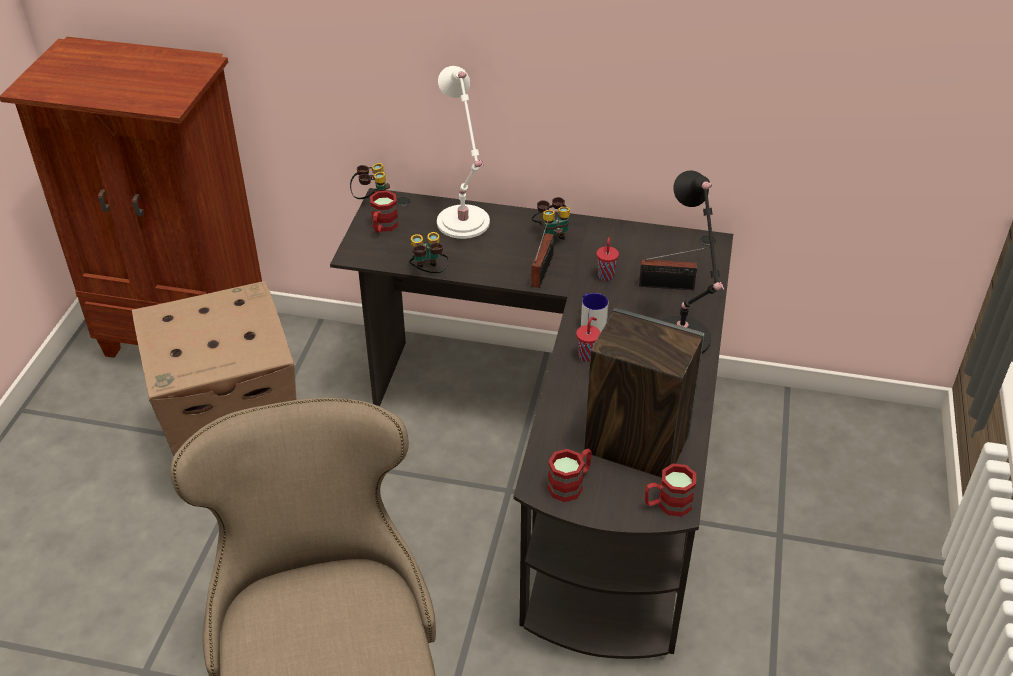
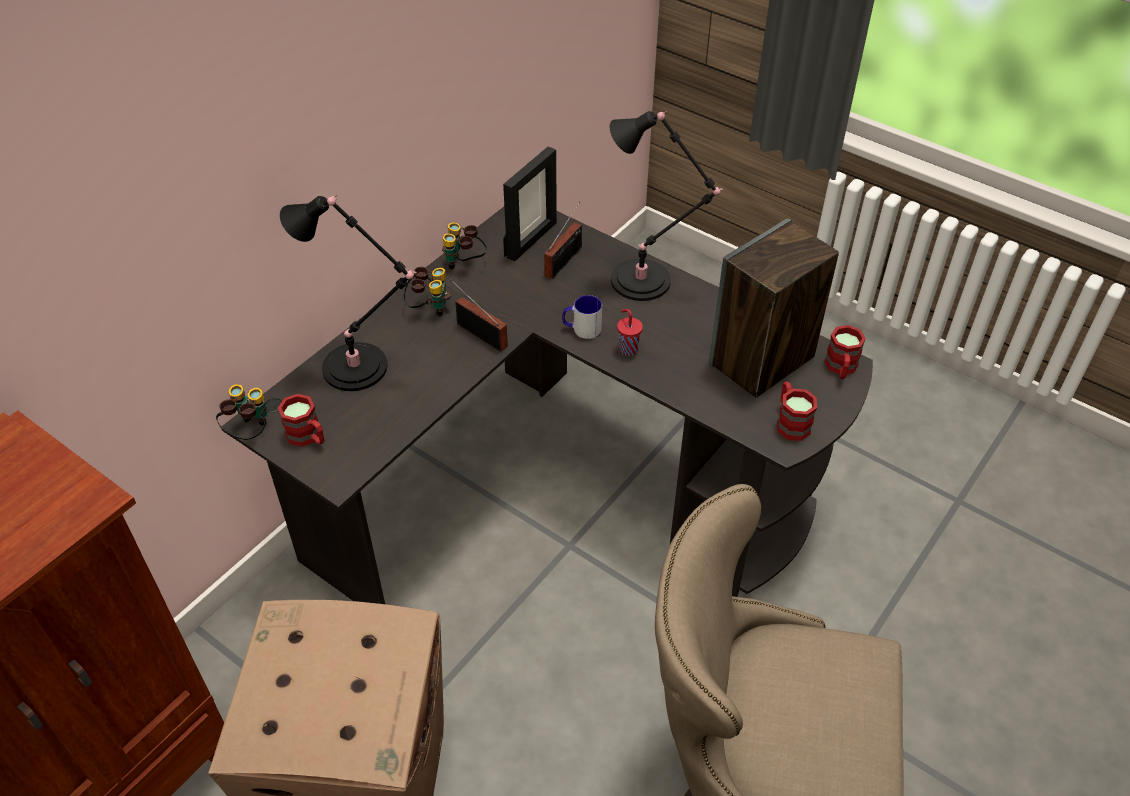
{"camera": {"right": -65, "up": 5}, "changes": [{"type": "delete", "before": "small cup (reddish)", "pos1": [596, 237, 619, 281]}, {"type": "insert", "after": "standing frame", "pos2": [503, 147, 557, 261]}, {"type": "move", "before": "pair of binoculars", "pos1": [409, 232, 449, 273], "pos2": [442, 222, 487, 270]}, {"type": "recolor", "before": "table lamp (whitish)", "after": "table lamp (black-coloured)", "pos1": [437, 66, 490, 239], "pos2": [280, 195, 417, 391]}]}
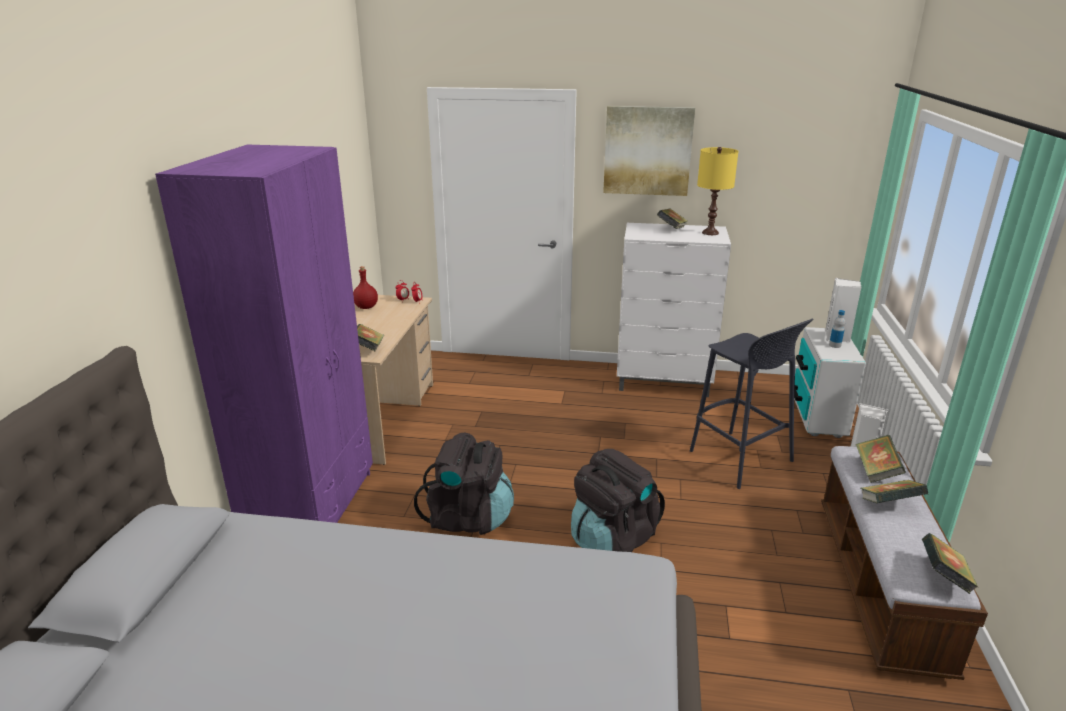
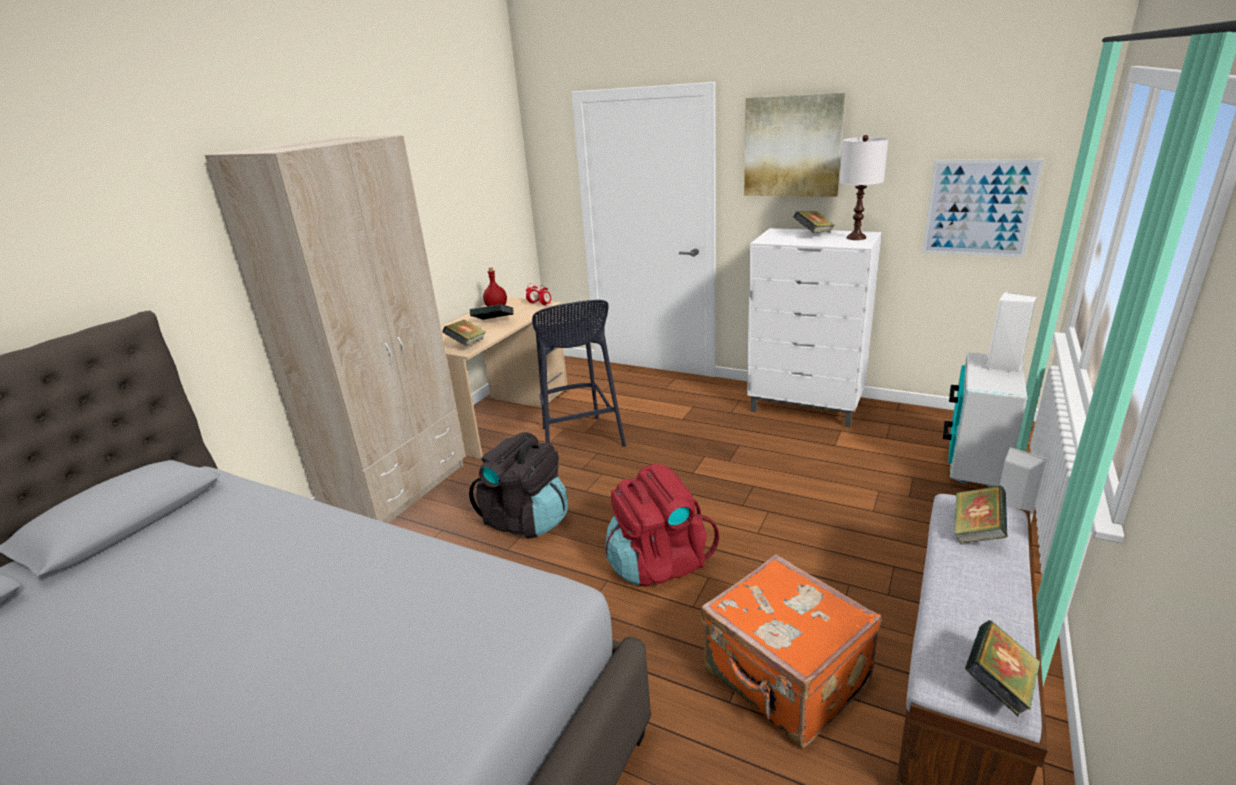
{"camera": {"right": 20, "up": 0}, "changes": [{"type": "delete", "before": "drink bottle", "pos1": [829, 310, 845, 348]}, {"type": "insert", "after": "suitcase (orange-coloured)", "pos2": [701, 554, 881, 748]}, {"type": "insert", "after": "wall picture", "pos2": [922, 159, 1044, 258]}, {"type": "move", "before": "stool seat (grey)", "pos1": [690, 318, 814, 489], "pos2": [532, 300, 626, 447]}, {"type": "move", "before": "bound book", "pos1": [861, 480, 928, 503], "pos2": [470, 304, 514, 320]}, {"type": "recolor", "before": "wardrobe (purple-coloured)", "after": "wardrobe (beige-coloured)", "pos1": [155, 145, 373, 523], "pos2": [205, 135, 466, 523]}, {"type": "recolor", "before": "knapsack (black-coloured)", "after": "knapsack (reddish)", "pos1": [571, 449, 665, 552], "pos2": [605, 464, 719, 587]}, {"type": "recolor", "before": "table lamp (yellow-coloured)", "after": "table lamp (whitish)", "pos1": [697, 147, 739, 235], "pos2": [840, 135, 888, 240]}]}
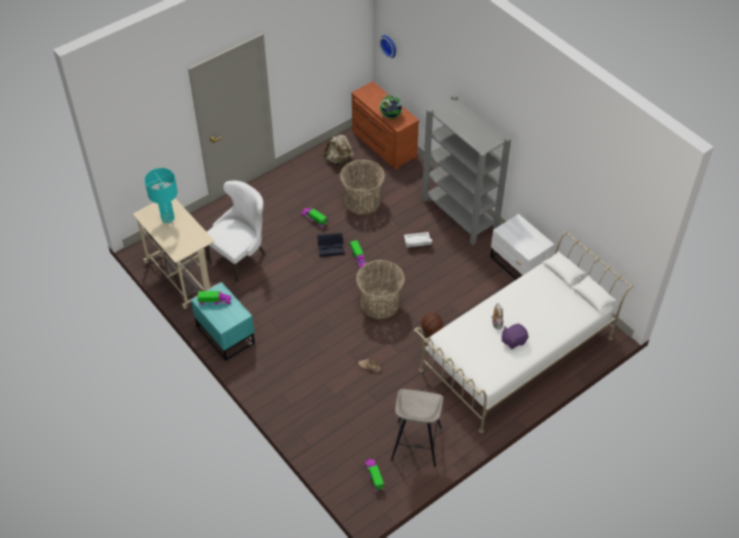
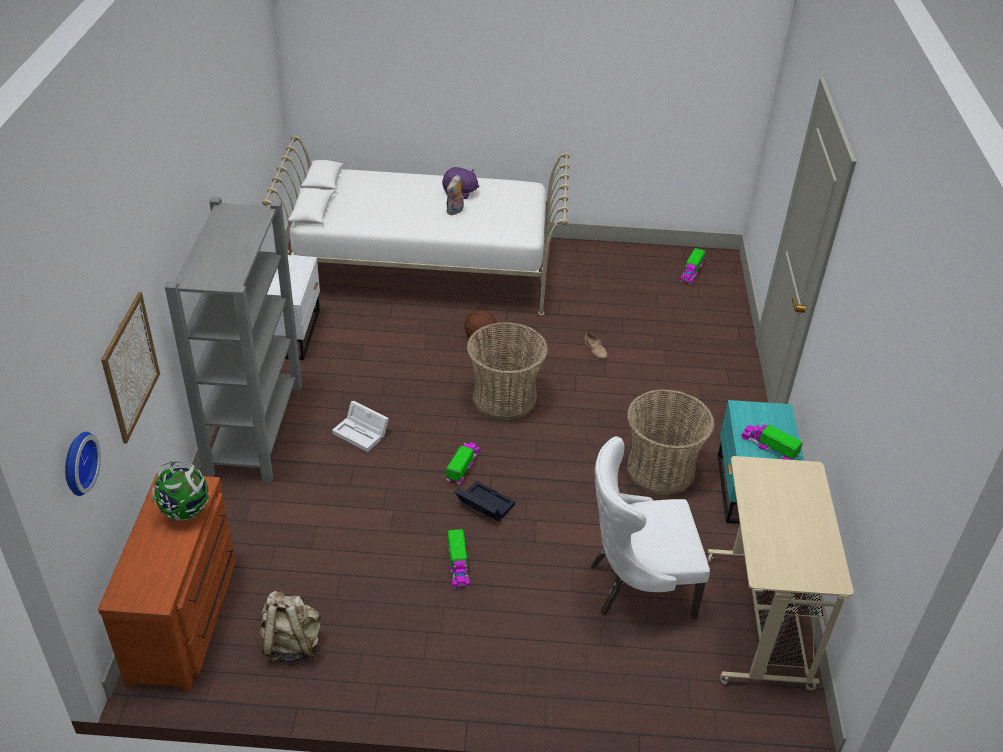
{"camera": {"right": -140, "up": -10}, "changes": [{"type": "delete", "before": "table lamp (turquoise-coloured)", "pos1": [145, 168, 178, 223]}, {"type": "delete", "before": "stool seat (grey)", "pos1": [391, 389, 443, 467]}, {"type": "insert", "after": "wall picture", "pos2": [101, 292, 160, 444]}, {"type": "move", "before": "household basket", "pos1": [340, 159, 385, 215], "pos2": [627, 389, 715, 495]}]}
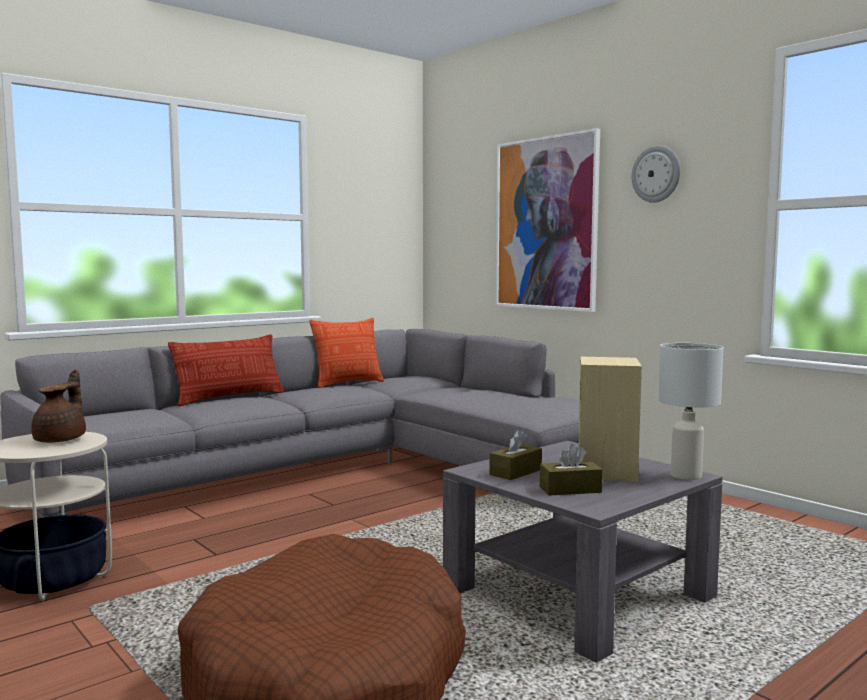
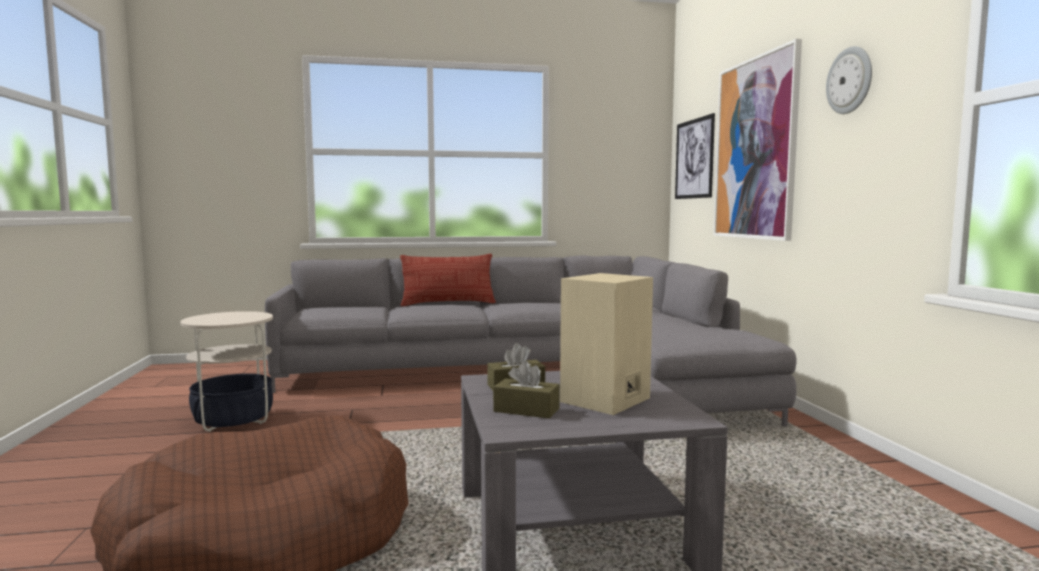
{"camera": {"right": 30, "up": 0}, "changes": [{"type": "delete", "before": "tea pot (brownish)", "pos1": [31, 370, 86, 443]}, {"type": "delete", "before": "pillow (orange-coloured)", "pos1": [309, 318, 384, 388]}, {"type": "delete", "before": "table lamp (whitish)", "pos1": [658, 343, 724, 480]}, {"type": "insert", "after": "wall picture", "pos2": [675, 113, 715, 199]}]}
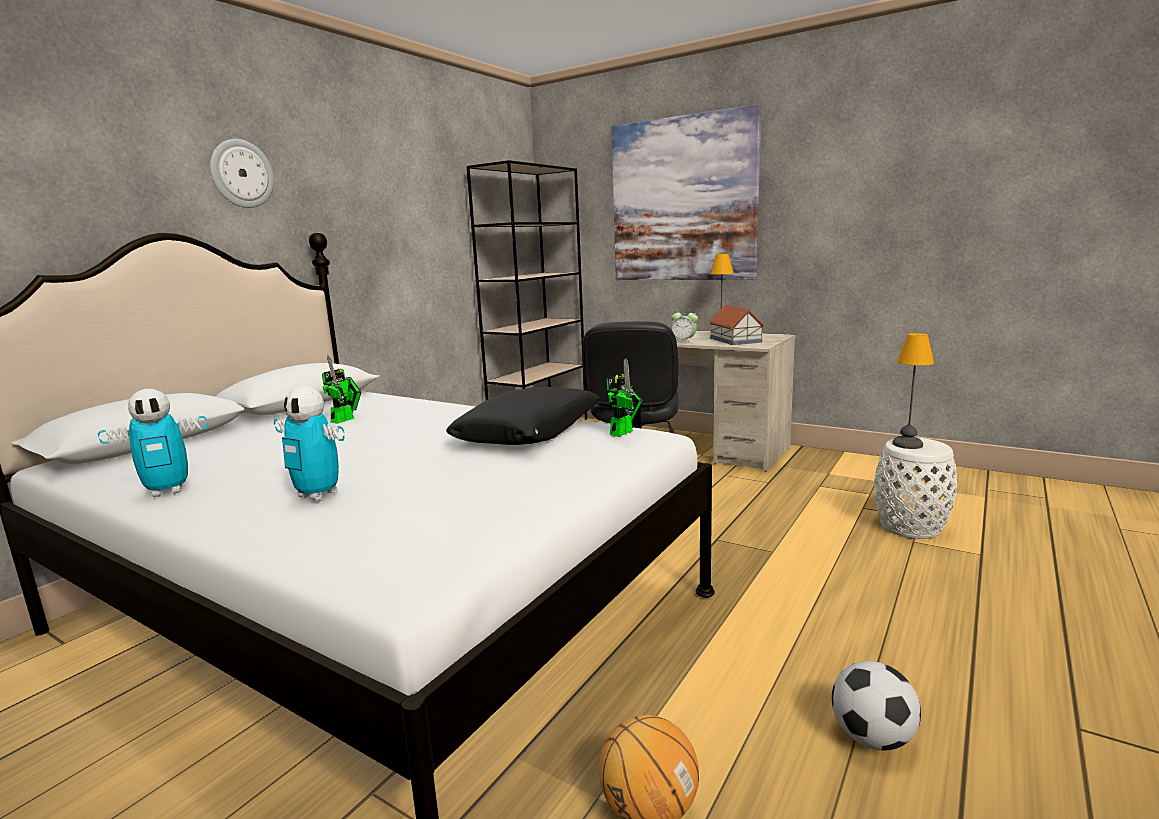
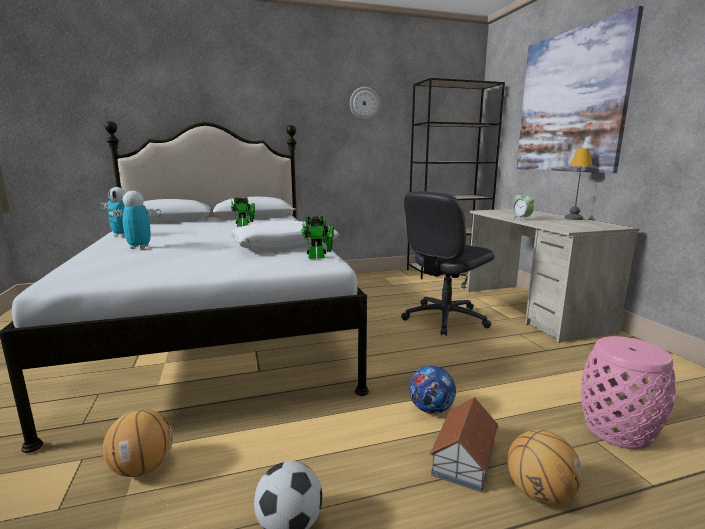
{"camera": {"right": 40, "up": 0}, "changes": [{"type": "delete", "before": "table lamp", "pos1": [892, 333, 934, 449]}, {"type": "insert", "after": "ball for football", "pos2": [409, 366, 456, 414]}, {"type": "insert", "after": "basketball", "pos2": [508, 430, 582, 505]}, {"type": "move", "before": "wall clock", "pos1": [210, 139, 274, 208], "pos2": [350, 87, 380, 121]}, {"type": "move", "before": "toy house", "pos1": [709, 305, 764, 345], "pos2": [429, 397, 499, 492]}, {"type": "recolor", "before": "pillow (black-coloured)", "after": "pillow (whitish)", "pos1": [446, 387, 600, 445], "pos2": [230, 220, 339, 252]}, {"type": "recolor", "before": "stool seat (whitish)", "after": "stool seat (pink-coloured)", "pos1": [874, 438, 957, 539], "pos2": [581, 336, 676, 449]}, {"type": "rotate", "before": "model robot", "pos1": [274, 386, 345, 501], "pos2": [108, 191, 161, 249], "turn": 105}]}
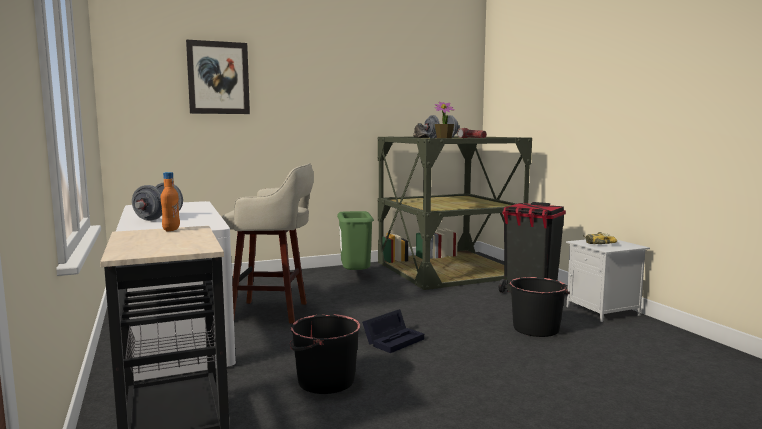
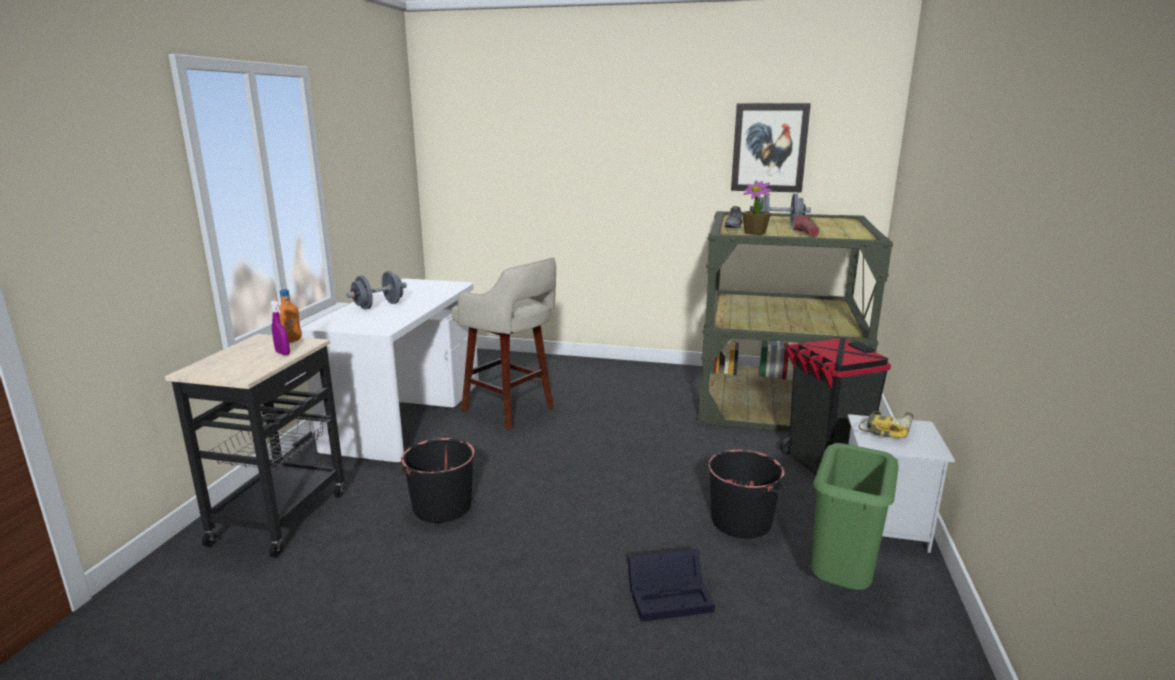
{"camera": {"right": 35, "up": 10}, "changes": [{"type": "insert", "after": "spray bottle (purple-coloured)", "pos2": [271, 301, 290, 355]}, {"type": "move", "before": "wall picture", "pos1": [186, 40, 250, 114], "pos2": [731, 103, 811, 192]}, {"type": "move", "before": "waste bin (green)", "pos1": [337, 211, 374, 270], "pos2": [811, 443, 899, 590]}, {"type": "move", "before": "storage bin (black-coloured)", "pos1": [362, 309, 424, 353], "pos2": [628, 549, 715, 622]}]}
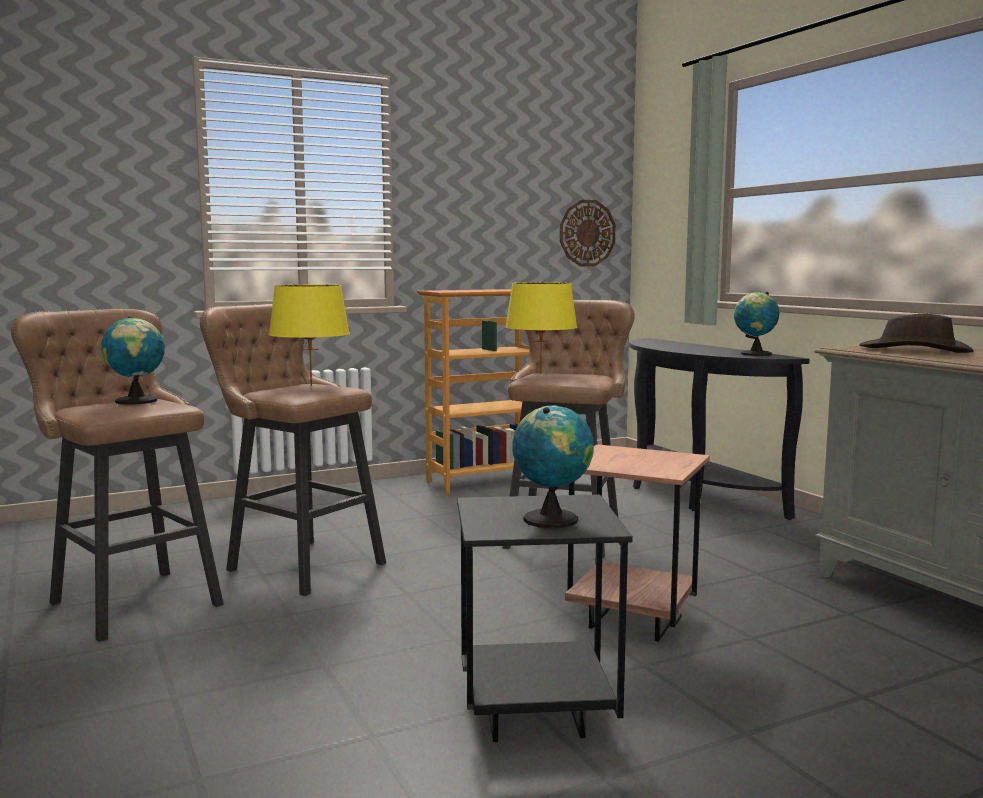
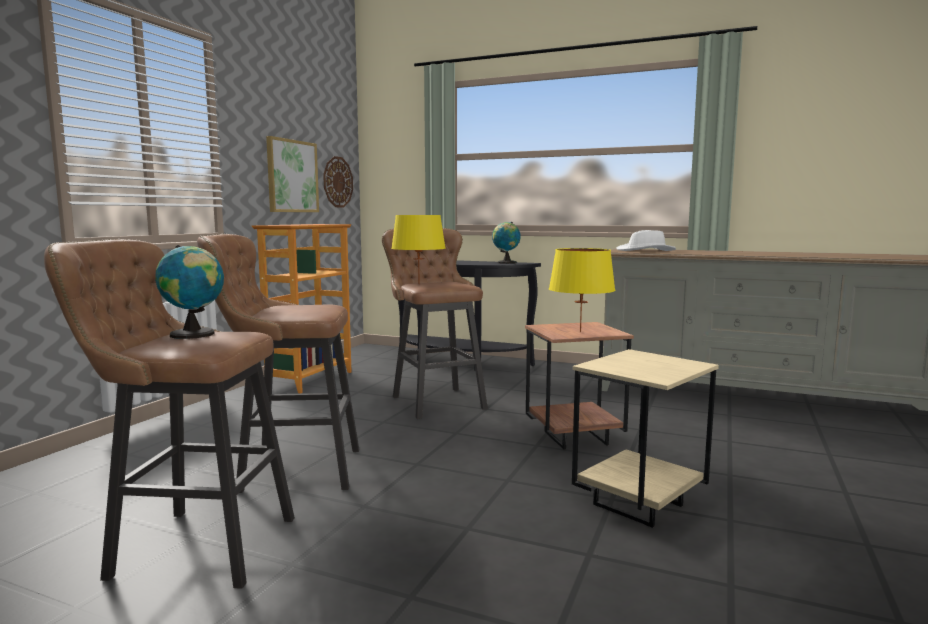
{"camera": {"right": -40, "up": 0}, "changes": [{"type": "delete", "before": "desk globe", "pos1": [512, 405, 594, 529]}, {"type": "insert", "after": "wall picture", "pos2": [266, 136, 319, 212]}, {"type": "move", "before": "table lamp (yellow-coloured)", "pos1": [269, 285, 350, 386], "pos2": [549, 248, 616, 332]}, {"type": "recolor", "before": "accent table (black-coloured)", "after": "accent table (beige-coloured)", "pos1": [457, 494, 633, 742], "pos2": [572, 349, 719, 527]}, {"type": "recolor", "before": "wearable hat (brownish)", "after": "wearable hat (whitish)", "pos1": [859, 314, 974, 353], "pos2": [617, 230, 676, 251]}]}
